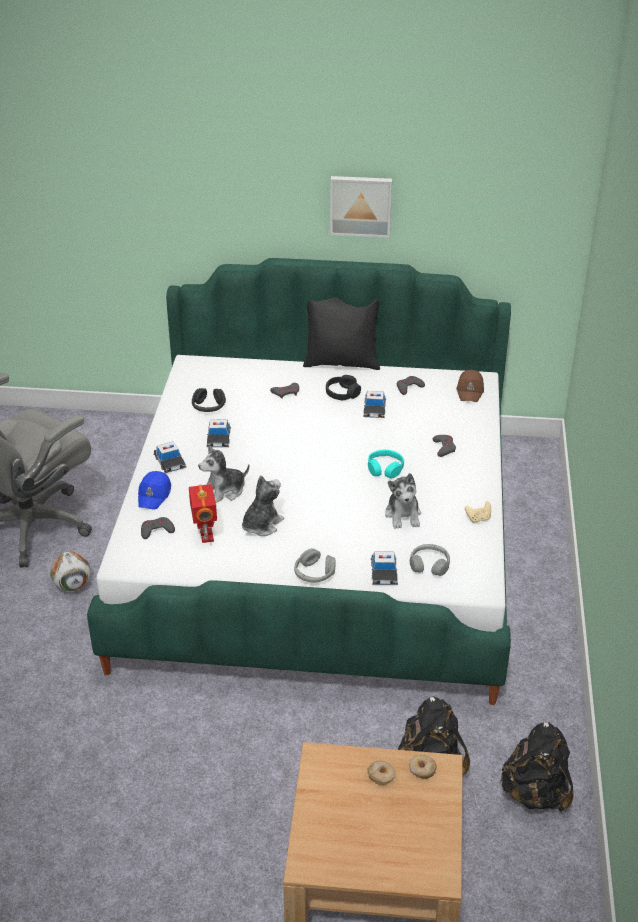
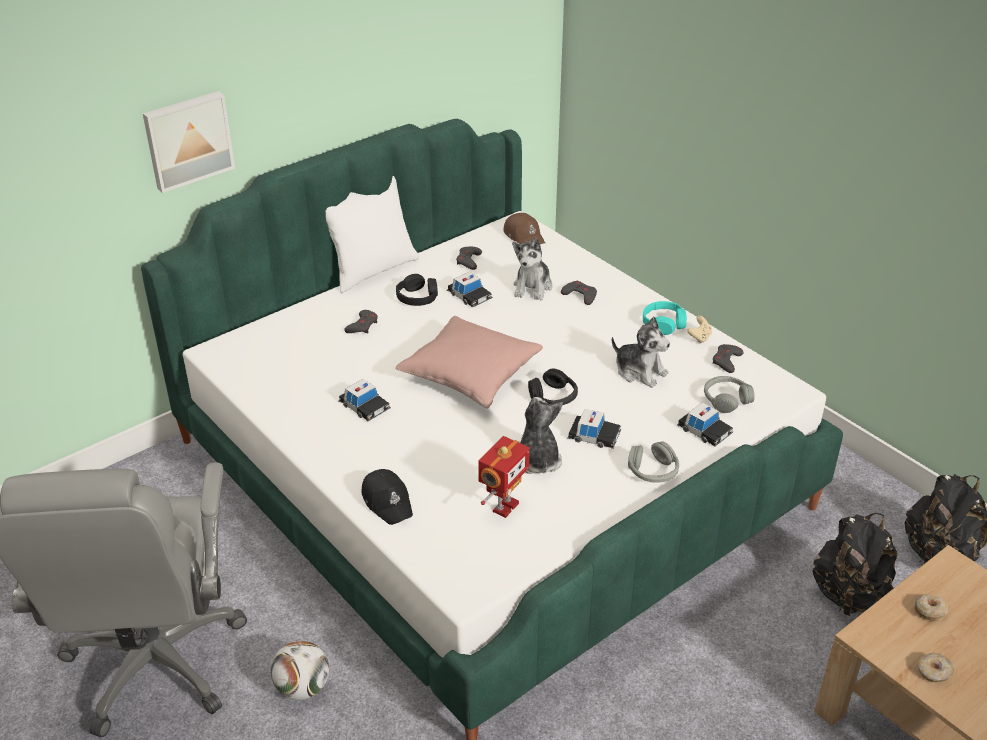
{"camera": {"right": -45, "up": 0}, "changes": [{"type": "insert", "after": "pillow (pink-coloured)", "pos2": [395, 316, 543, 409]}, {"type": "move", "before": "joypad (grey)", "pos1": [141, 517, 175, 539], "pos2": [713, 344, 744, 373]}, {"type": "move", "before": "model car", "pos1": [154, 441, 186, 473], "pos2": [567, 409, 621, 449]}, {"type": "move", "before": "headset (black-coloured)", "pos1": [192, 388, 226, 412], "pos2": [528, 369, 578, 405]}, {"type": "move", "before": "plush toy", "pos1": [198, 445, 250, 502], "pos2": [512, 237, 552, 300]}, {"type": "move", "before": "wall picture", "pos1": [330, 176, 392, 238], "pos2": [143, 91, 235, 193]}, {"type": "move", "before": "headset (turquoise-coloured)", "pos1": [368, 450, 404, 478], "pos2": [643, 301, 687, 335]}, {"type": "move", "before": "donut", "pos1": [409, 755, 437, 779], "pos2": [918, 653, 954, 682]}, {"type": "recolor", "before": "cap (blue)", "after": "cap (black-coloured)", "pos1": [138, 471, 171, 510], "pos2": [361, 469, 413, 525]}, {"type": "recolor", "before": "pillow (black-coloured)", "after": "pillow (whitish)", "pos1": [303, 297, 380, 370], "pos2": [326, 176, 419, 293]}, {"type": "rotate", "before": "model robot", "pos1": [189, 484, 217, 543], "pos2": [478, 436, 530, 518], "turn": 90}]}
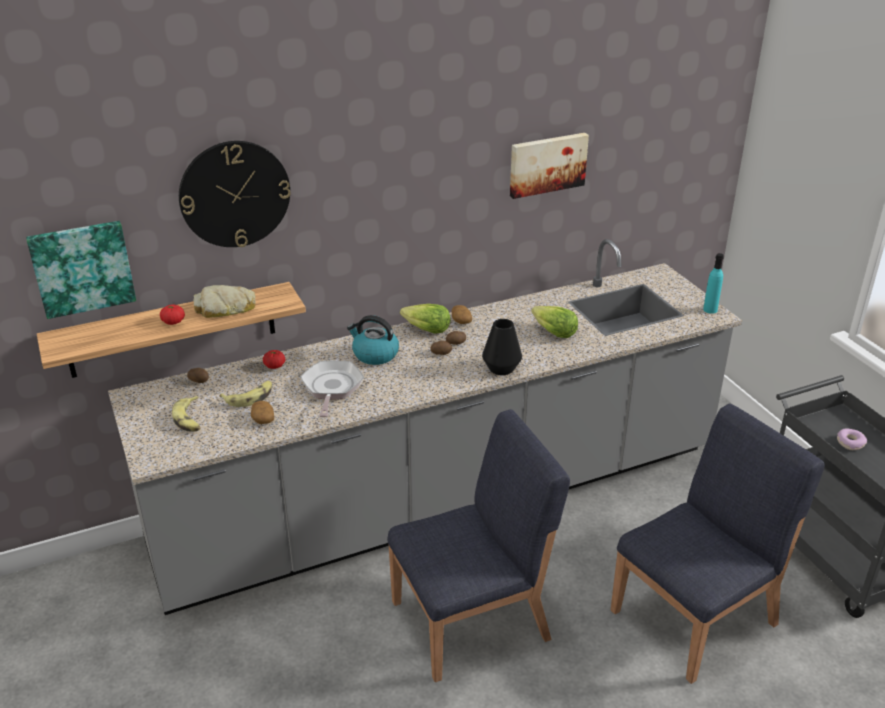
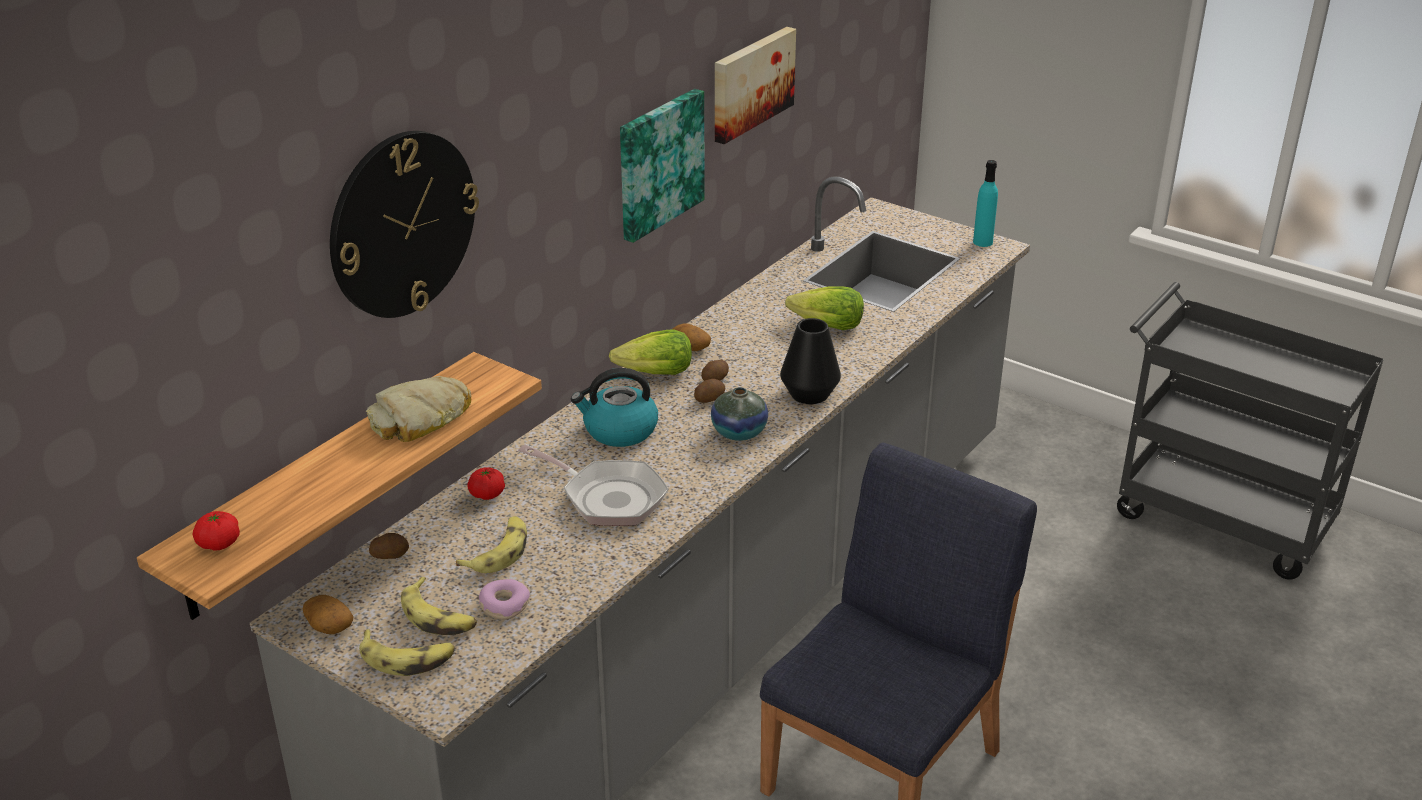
{"camera": {"right": -30, "up": 0}, "changes": [{"type": "delete", "before": "upright chair (blue)", "pos1": [611, 404, 825, 684]}, {"type": "insert", "after": "banana", "pos2": [359, 629, 455, 676]}, {"type": "insert", "after": "decorative vase", "pos2": [711, 387, 768, 441]}, {"type": "move", "before": "wall picture", "pos1": [26, 221, 136, 319], "pos2": [620, 89, 705, 243]}, {"type": "move", "before": "whole tomato", "pos1": [160, 305, 185, 325], "pos2": [193, 511, 240, 551]}, {"type": "move", "before": "whole potato", "pos1": [251, 401, 274, 424], "pos2": [303, 595, 353, 634]}, {"type": "move", "before": "donut", "pos1": [837, 428, 867, 450], "pos2": [479, 579, 530, 620]}, {"type": "rotate", "before": "skillet", "pos1": [300, 361, 364, 417], "pos2": [518, 445, 669, 526], "turn": 150}]}
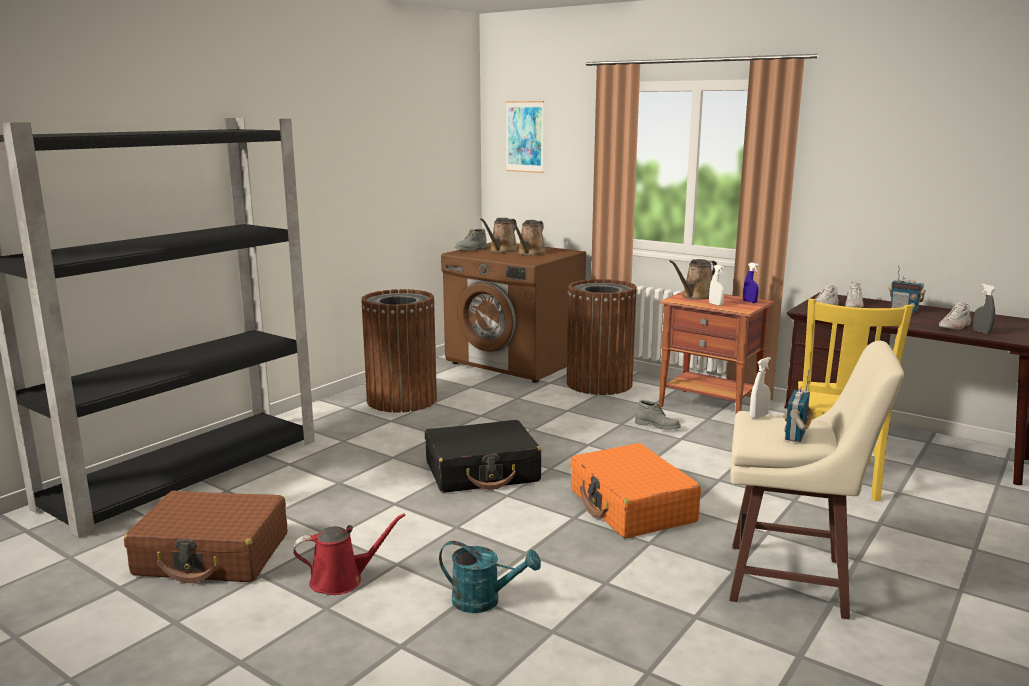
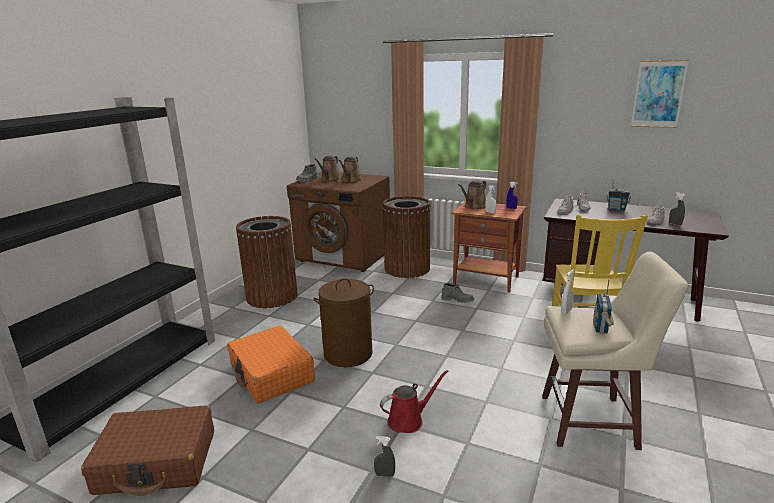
{"camera": {"right": -10, "up": 5}, "changes": [{"type": "move", "before": "watering pot (reddish)", "pos1": [293, 513, 405, 595], "pos2": [380, 370, 449, 433]}, {"type": "move", "before": "wall picture", "pos1": [506, 101, 544, 173], "pos2": [631, 60, 689, 128]}, {"type": "move", "before": "suitcase (orange-coloured)", "pos1": [570, 443, 701, 539], "pos2": [227, 325, 315, 404]}, {"type": "replace", "before": "suitcase (black-coloured)", "after": "laundry basket (brownish)", "pos1": [425, 420, 541, 493], "pos2": [313, 278, 374, 367]}, {"type": "replace", "before": "watering pot (turquoise-coloured)", "after": "spray bottle (grey)", "pos1": [439, 541, 541, 613], "pos2": [374, 436, 395, 477]}]}
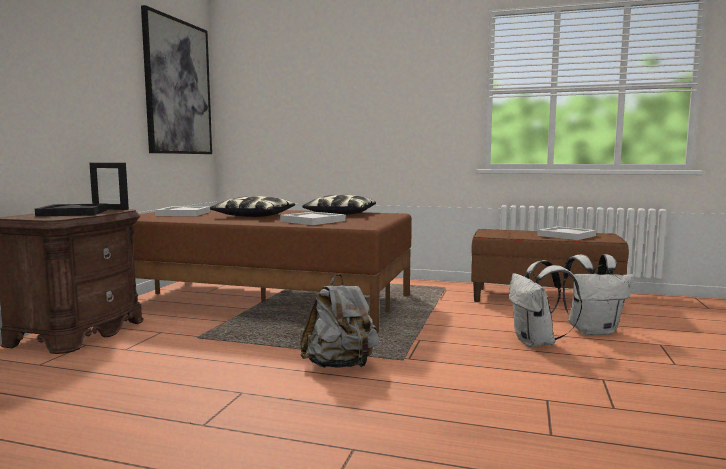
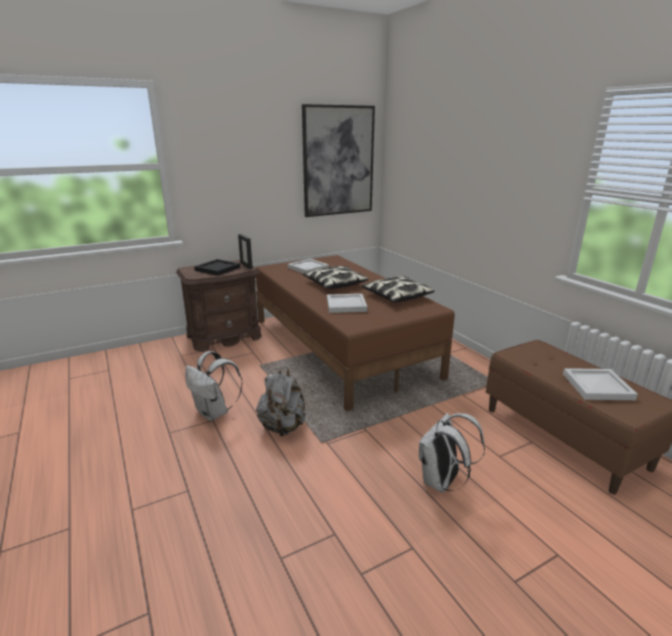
{"camera": {"right": 45, "up": 15}, "changes": [{"type": "move", "before": "knapsack (whitish)", "pos1": [563, 254, 634, 335], "pos2": [185, 351, 243, 421]}]}
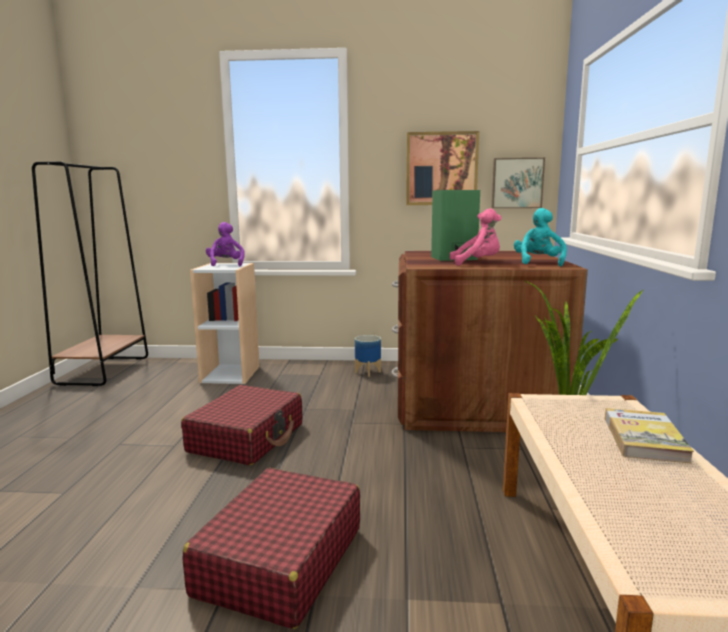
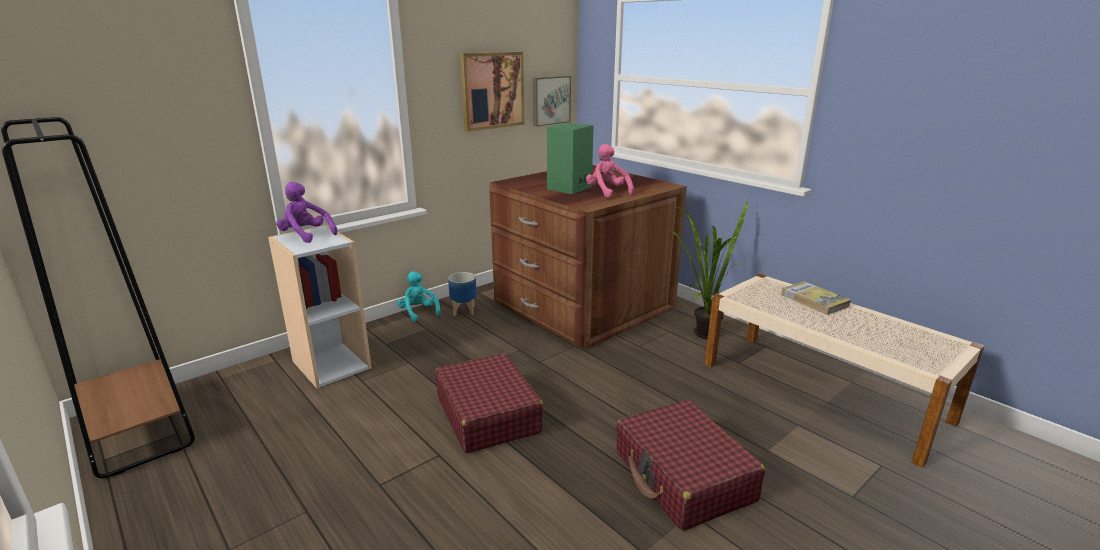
{"camera": {"right": -45, "up": 10}, "changes": [{"type": "move", "before": "plush toy (turquoise-coloured)", "pos1": [514, 208, 567, 267], "pos2": [397, 271, 440, 322]}, {"type": "rotate", "before": "plush toy (pink-coloured)", "pos1": [449, 208, 502, 266], "pos2": [586, 144, 634, 198], "turn": -75}]}
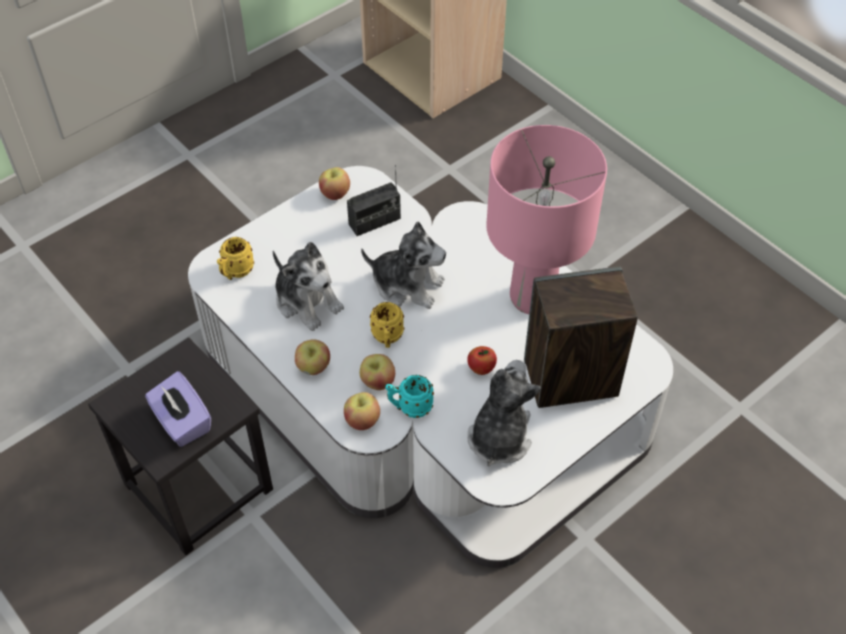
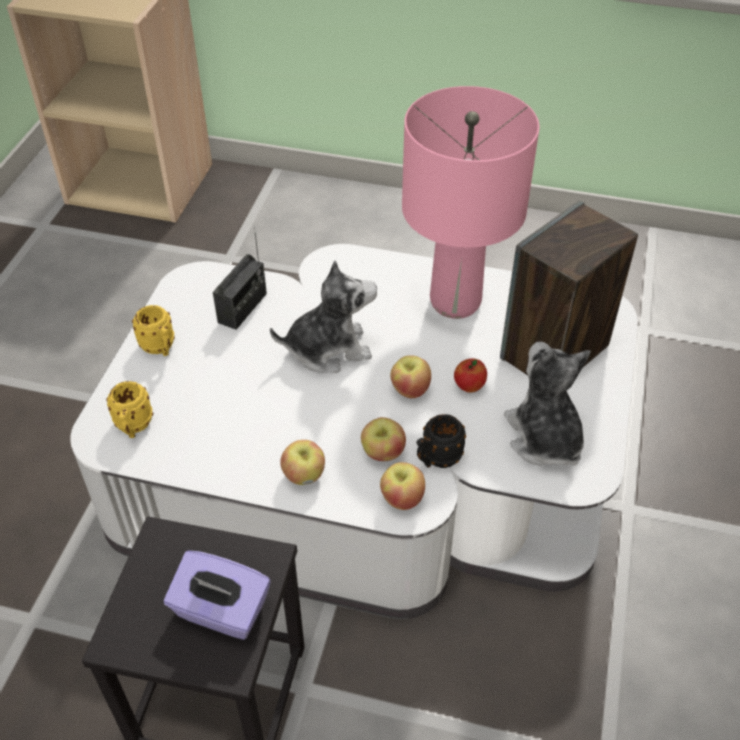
{"camera": {"right": -35, "up": -5}, "changes": [{"type": "delete", "before": "plush toy", "pos1": [273, 242, 344, 331]}, {"type": "move", "before": "whole apple", "pos1": [319, 167, 350, 200], "pos2": [390, 355, 431, 398]}, {"type": "move", "before": "tea mug (yellow-coloured)", "pos1": [370, 302, 404, 348], "pos2": [132, 305, 175, 356]}, {"type": "recolor", "before": "tea mug (turquoise-coloured)", "after": "tea mug (black-coloured)", "pos1": [385, 375, 434, 418], "pos2": [417, 414, 466, 468]}]}
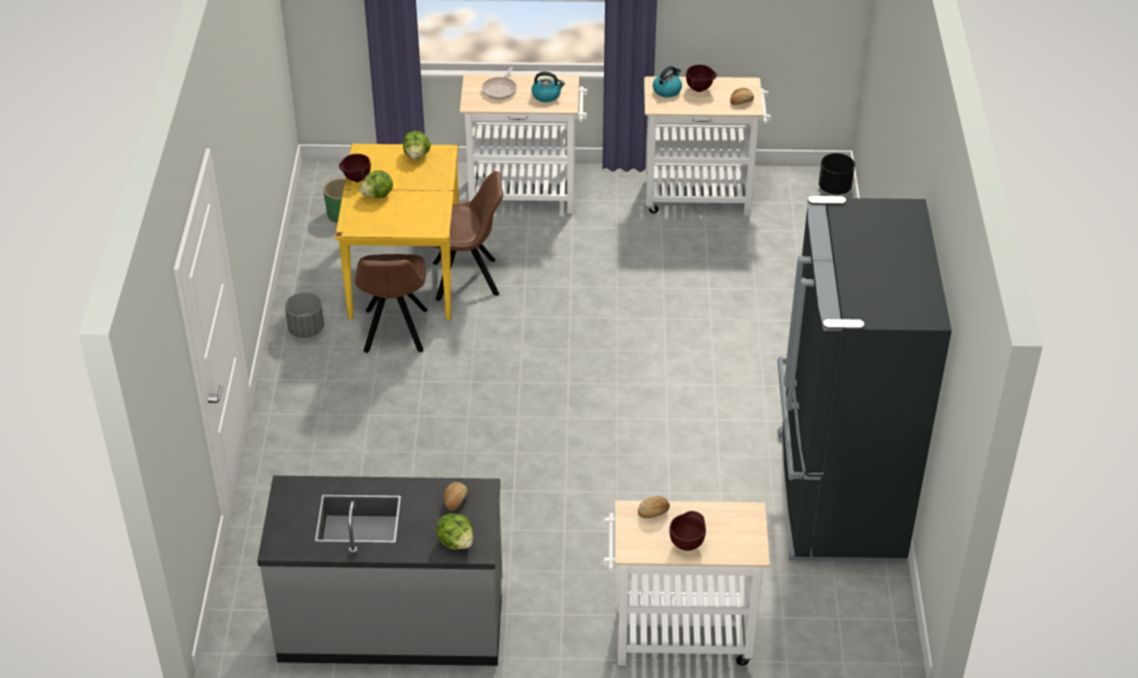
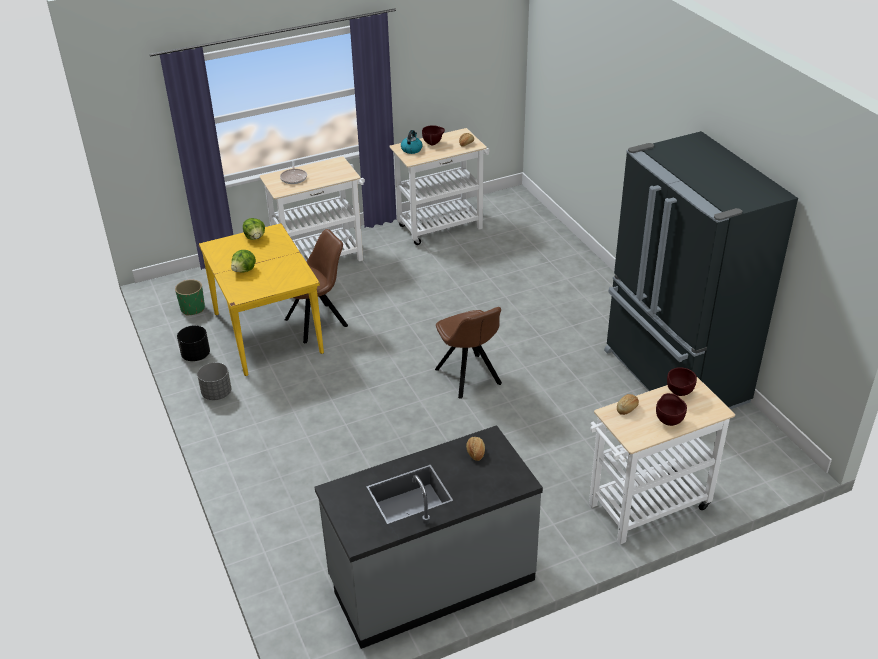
{"camera": {"right": -25, "up": -5}, "changes": [{"type": "delete", "before": "lettuce", "pos1": [436, 513, 473, 549]}, {"type": "delete", "before": "kettle", "pos1": [532, 72, 565, 102]}, {"type": "move", "before": "deep dish (brownish)", "pos1": [339, 154, 371, 182], "pos2": [667, 367, 697, 396]}, {"type": "move", "before": "upright chair (brownish)", "pos1": [355, 254, 427, 353], "pos2": [435, 307, 502, 399]}, {"type": "move", "before": "plant pot (black-coloured)", "pos1": [819, 153, 855, 195], "pos2": [177, 325, 210, 361]}]}
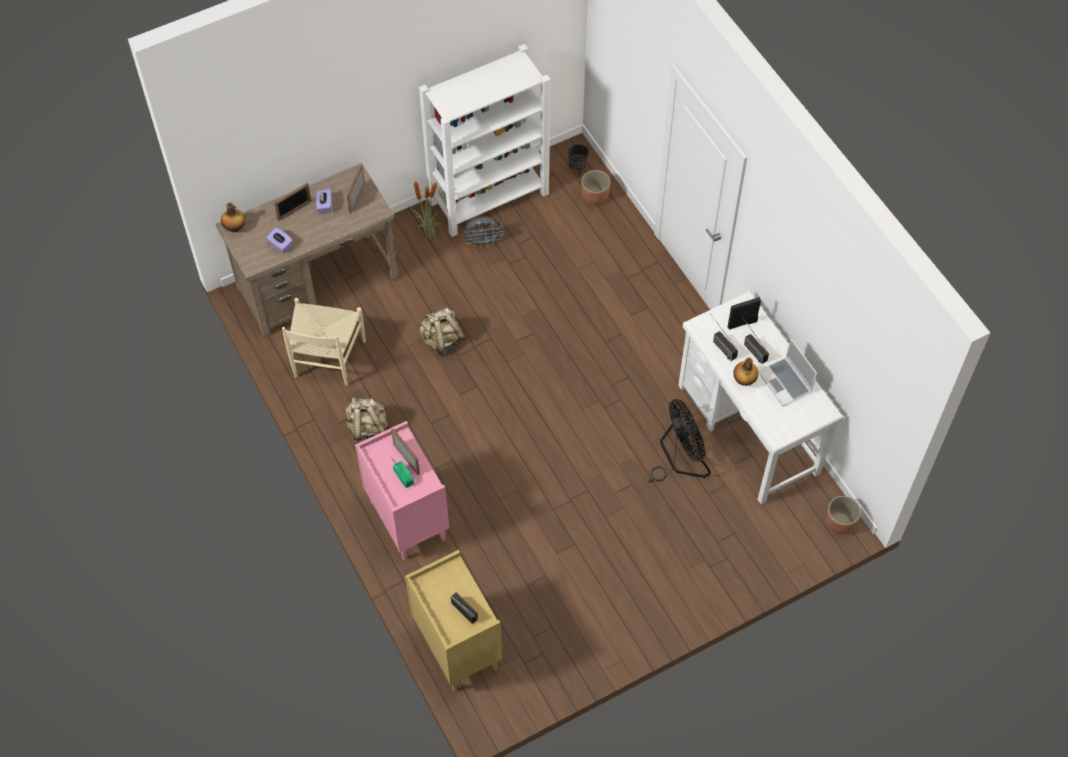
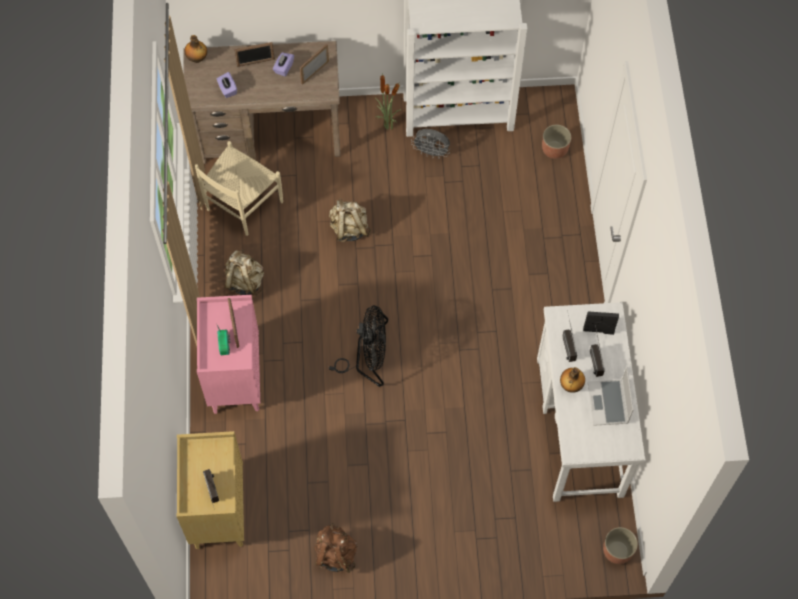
{"camera": {"right": 25, "up": 5}, "changes": [{"type": "delete", "before": "plant pot (black-coloured)", "pos1": [568, 144, 589, 177]}, {"type": "insert", "after": "knapsack (brownish)", "pos2": [314, 523, 357, 573]}, {"type": "move", "before": "cooling fan (black-coloured)", "pos1": [649, 399, 711, 483], "pos2": [329, 305, 388, 387]}]}
